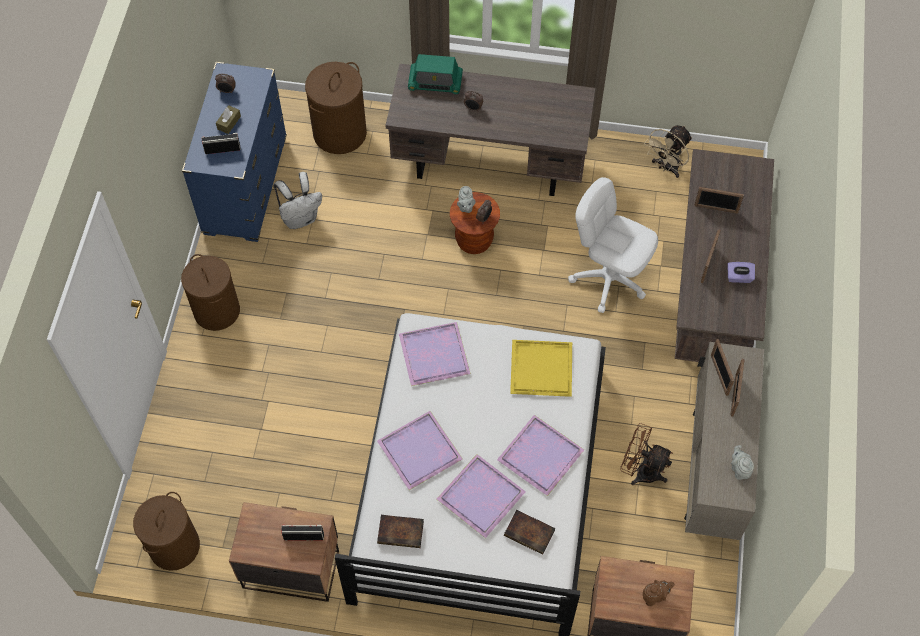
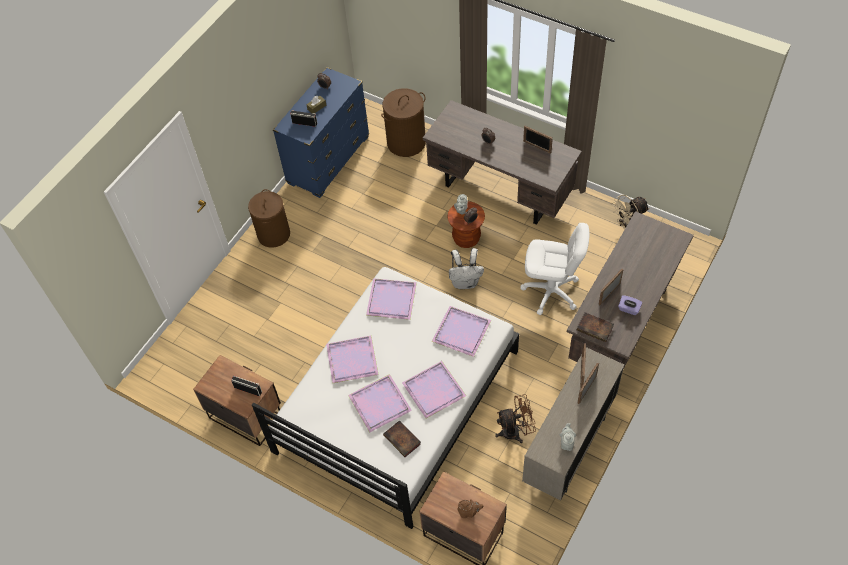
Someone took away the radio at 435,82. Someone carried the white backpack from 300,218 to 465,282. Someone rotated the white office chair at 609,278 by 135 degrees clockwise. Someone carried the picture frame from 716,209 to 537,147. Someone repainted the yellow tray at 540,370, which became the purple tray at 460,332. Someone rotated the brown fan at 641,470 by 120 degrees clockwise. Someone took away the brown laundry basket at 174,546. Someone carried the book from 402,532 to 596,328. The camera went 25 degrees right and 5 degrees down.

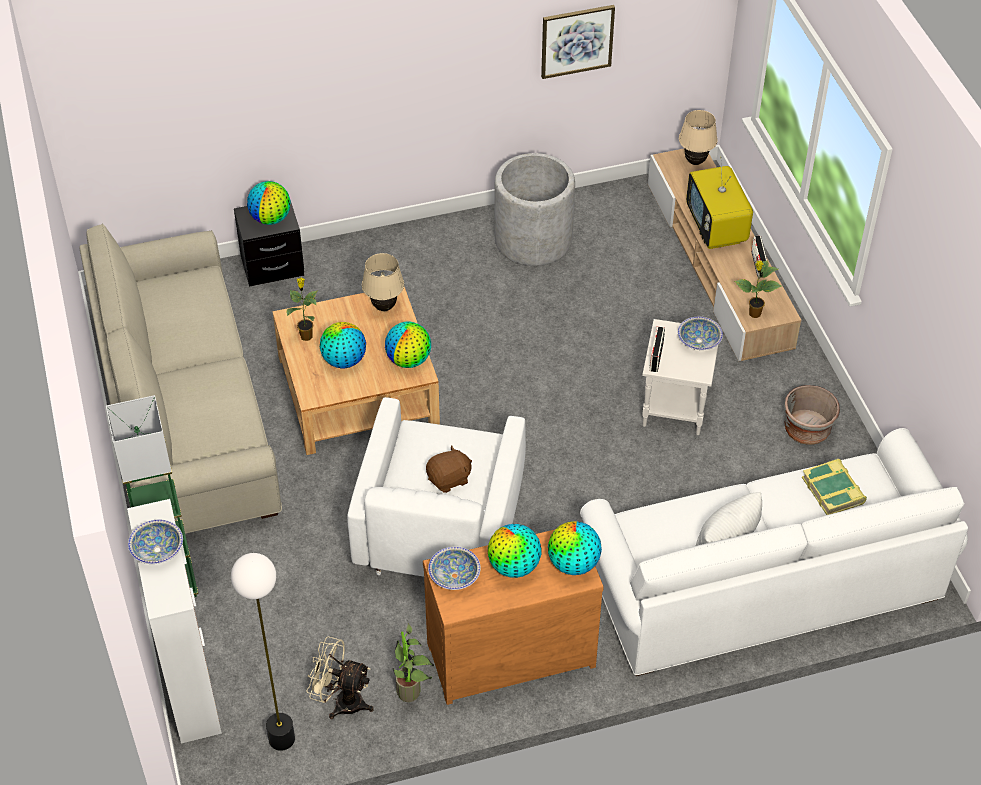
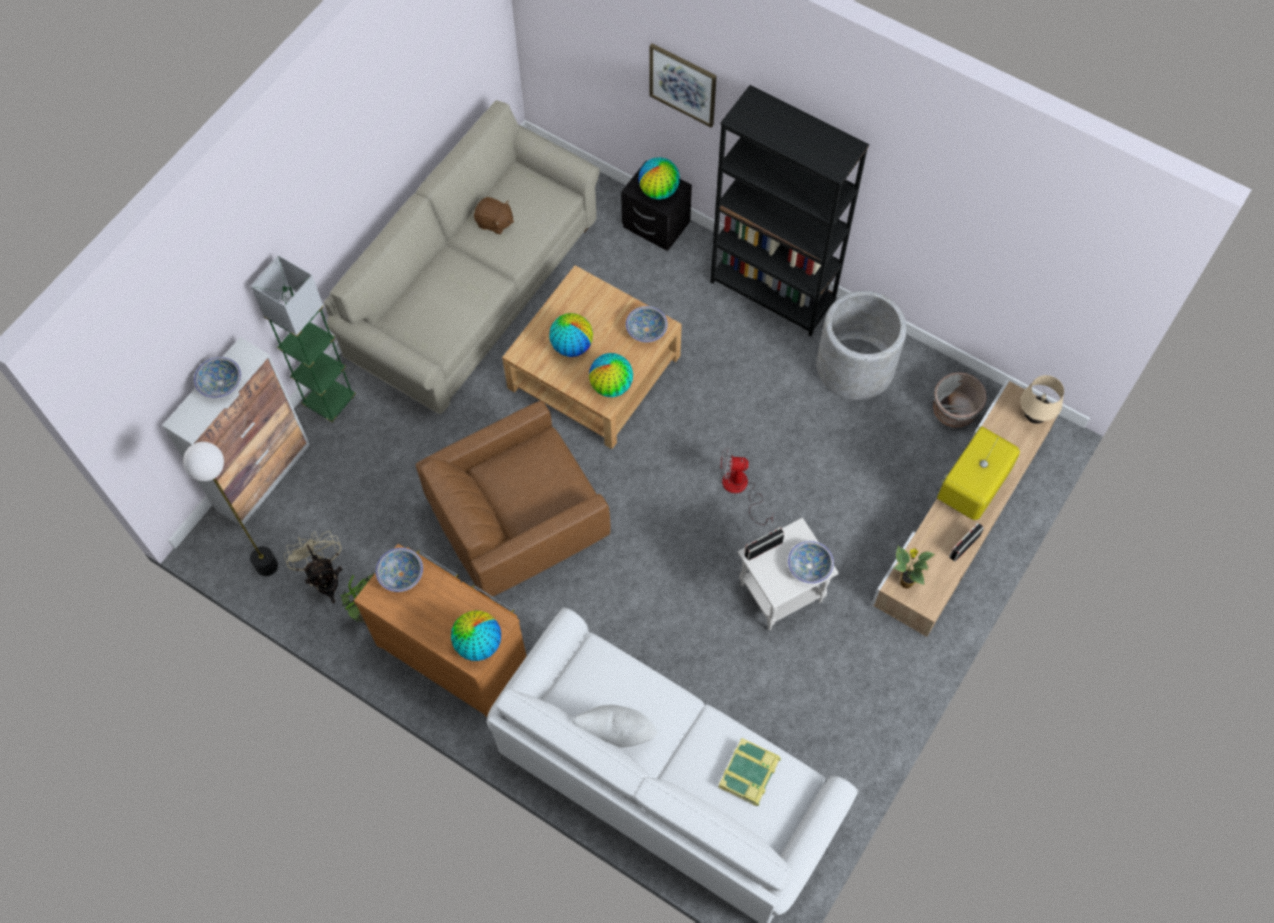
Someone carried the picture from 577,41 to 683,84. Someone swapped the beige table lamp at 384,307 for the bowl at 646,329. Someone took away the potted plant at 306,335. Someone carried the grey planter from 806,429 to 954,410. Someone repainted the white armchair at 439,530, which became the brown armchair at 518,524. Someone carried the brown plush toy from 449,479 to 494,223. Someone took away the globe at 514,566. Someone put down the black bookcase at 772,292. Someone put down the fan at 740,489. The camera went 50 degrees right and 15 degrees up.

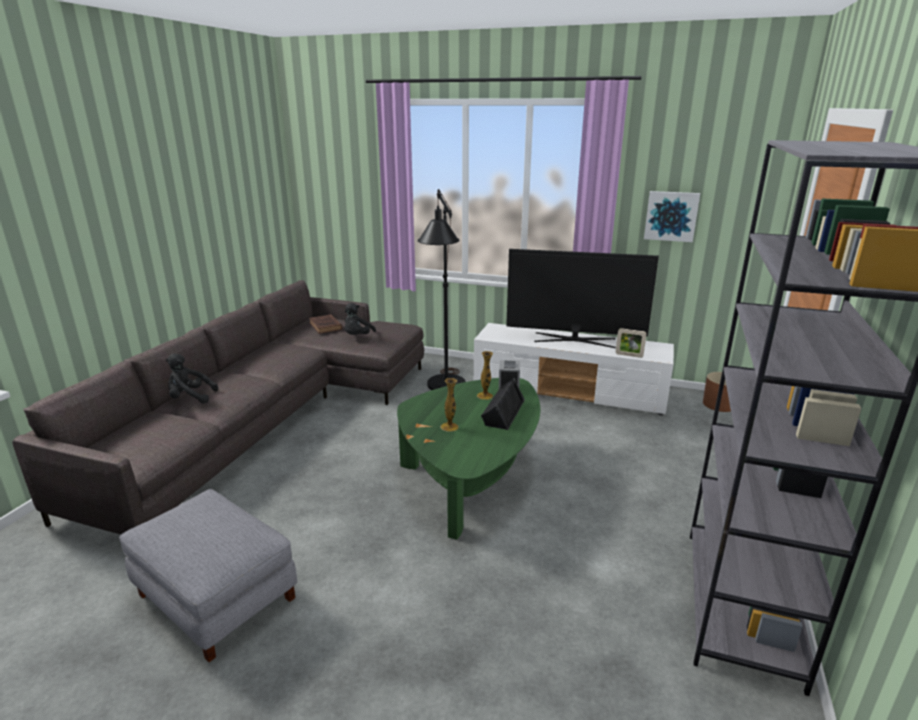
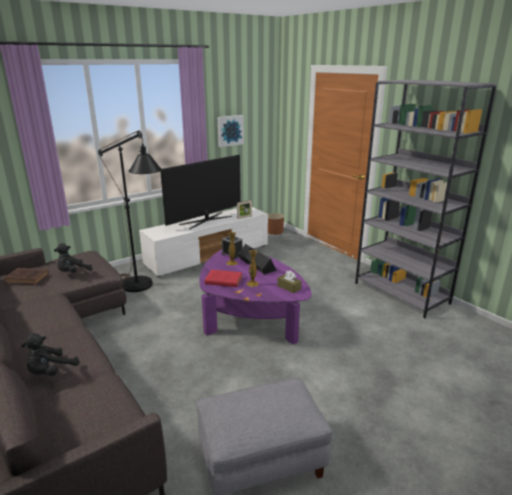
Someone rotated the black plush toy at 357,337 by 75 degrees clockwise. Someone repainted the green coffee table at 472,478, which became the purple coffee table at 249,316. Someone put down the red book at 222,280. Someone put down the brown tissue box at 289,287. The camera went 55 degrees left and 0 degrees up.

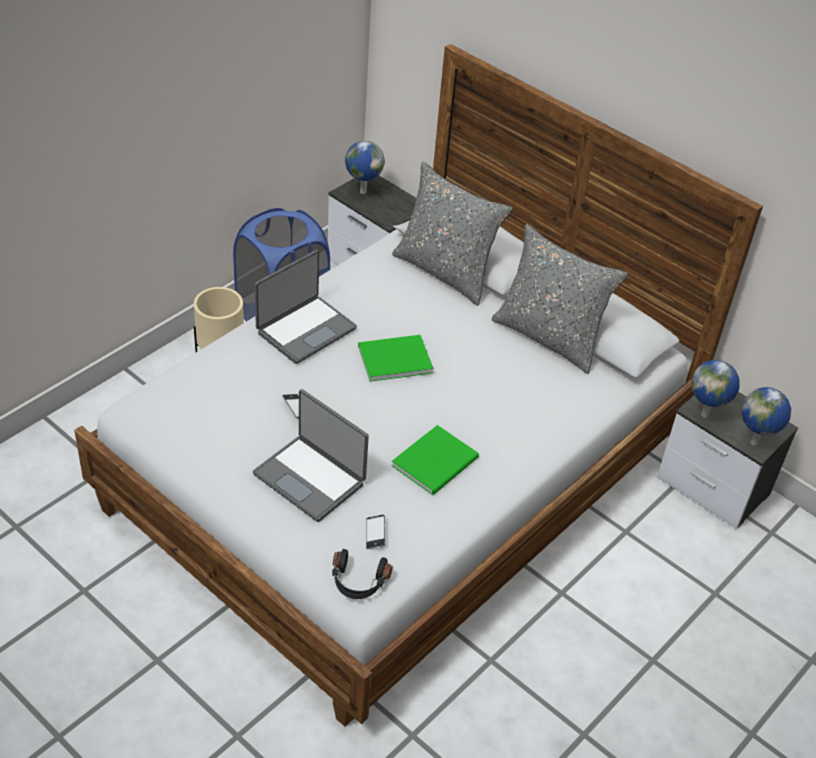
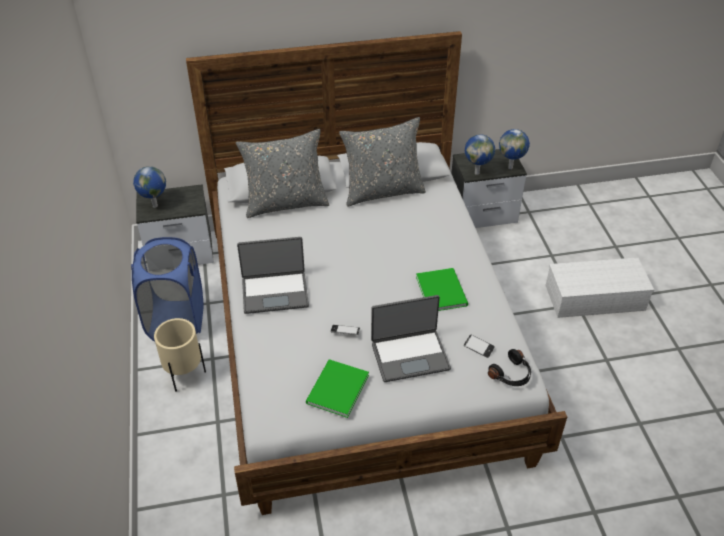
Someone rotated the laptop at 305,329 by 90 degrees clockwise. Someone carried the green book from 392,358 to 335,390. Someone put down the white storage box at 595,297. The camera went 50 degrees left and 0 degrees up.

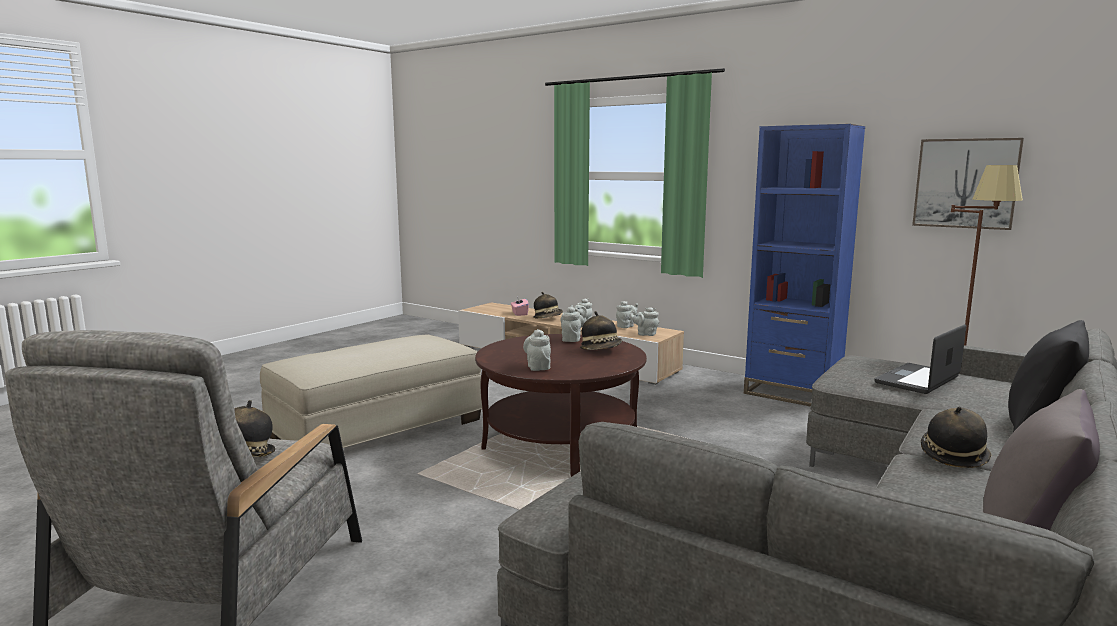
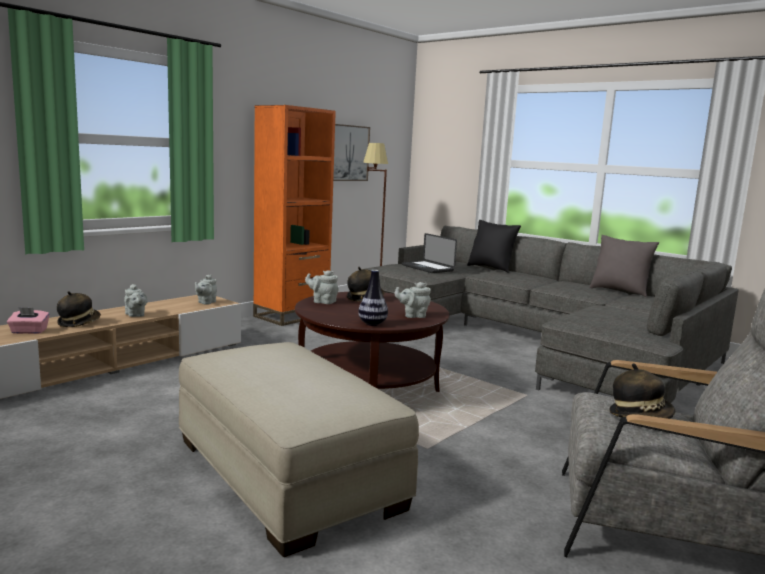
Someone repainted the blue bookcase at 792,393, which became the orange bookcase at 292,316. Someone took away the grey teapot at 626,326. Someone took away the hat at 953,456. Someone put down the vase at 372,324. The camera went 85 degrees left and 0 degrees up.

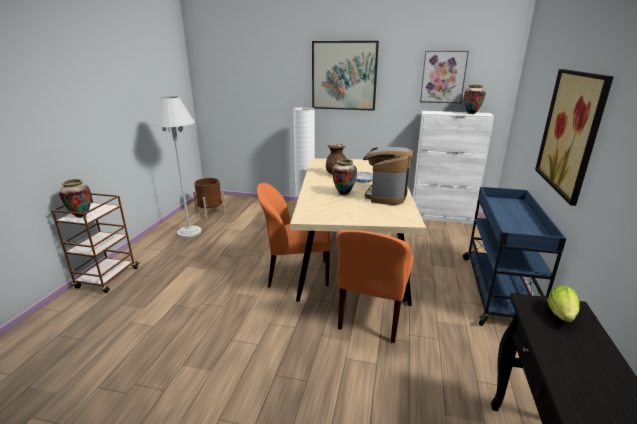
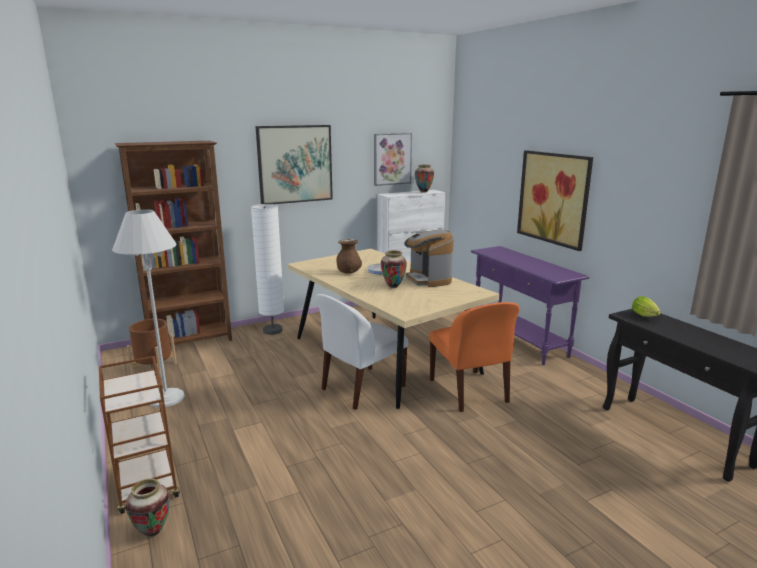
Someone carried the vase from 81,216 to 153,532. Someone repainted the orange chair at 296,273, which became the white chair at 361,388. Someone swapped the blue cart at 497,290 for the purple console table at 518,341. Someone put down the brown bookcase at 191,342. The camera went 40 degrees left and 5 degrees down.

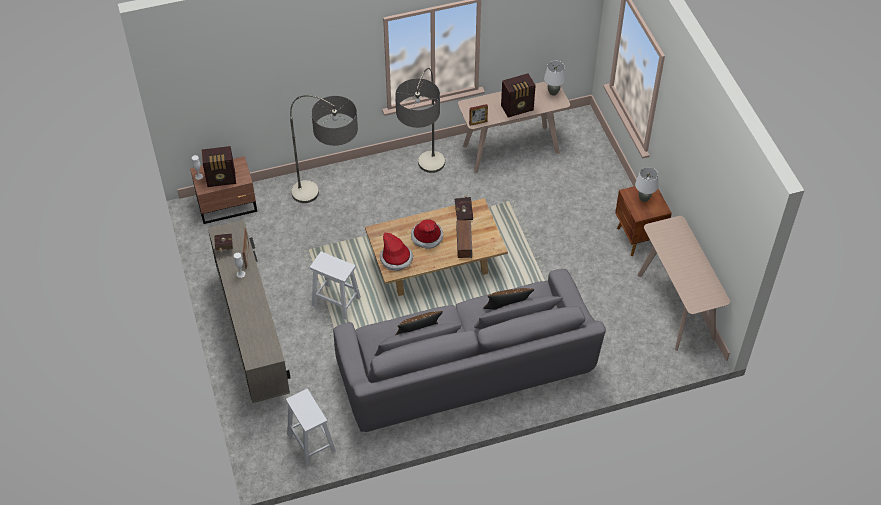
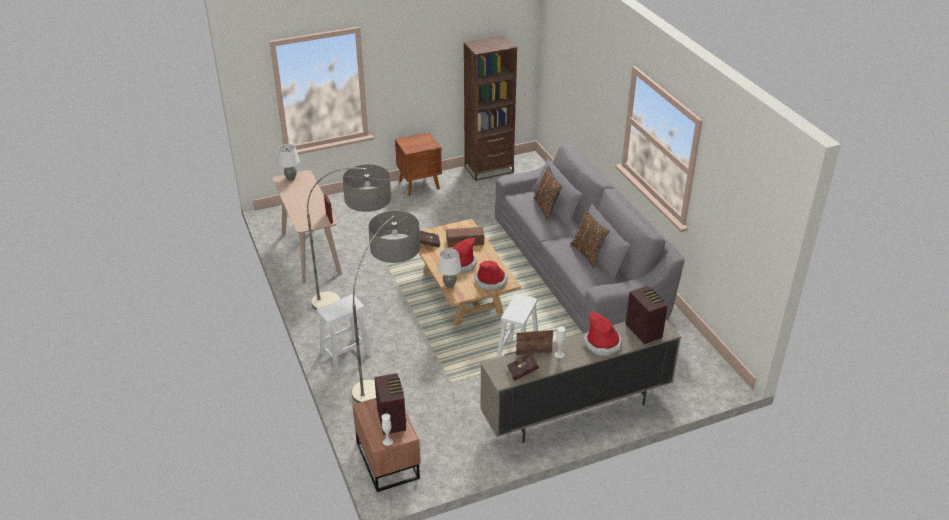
Someone carried the radio from 518,108 to 643,330. Someone carried the white table lamp from 644,199 to 449,285. Someone swapped the beige console table at 676,306 for the brown bookcase at 489,169. Someone carried the white stool from 310,442 to 344,354. Someone put down the hat at 602,344. The camera went 95 degrees left and 15 degrees down.

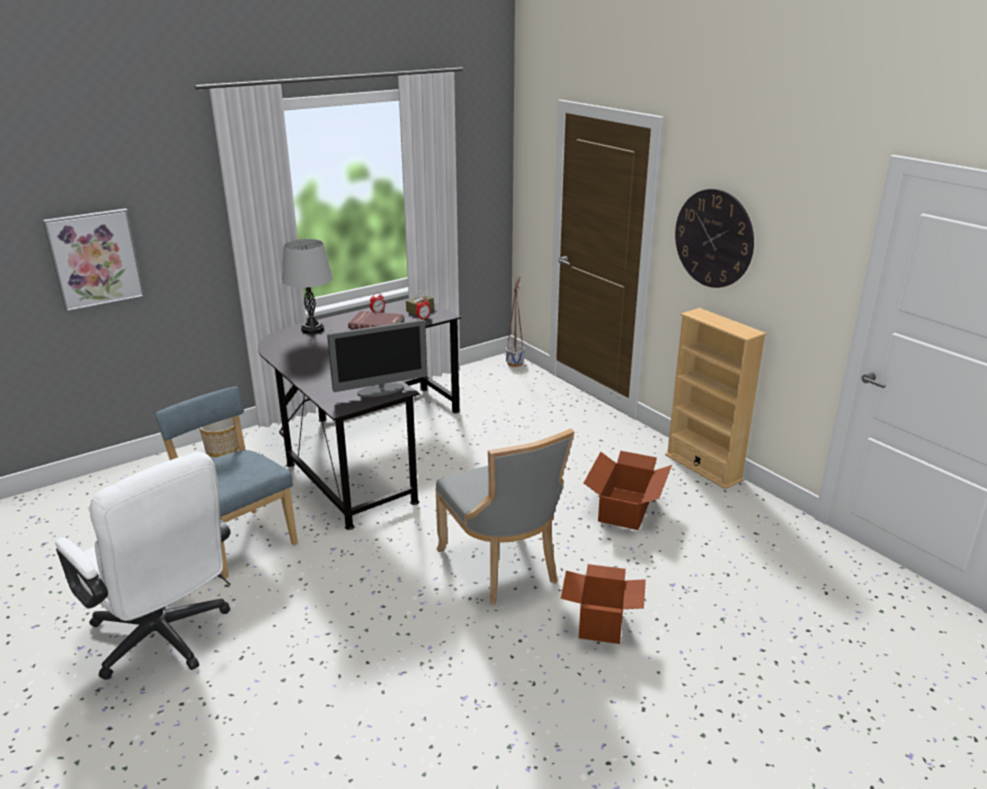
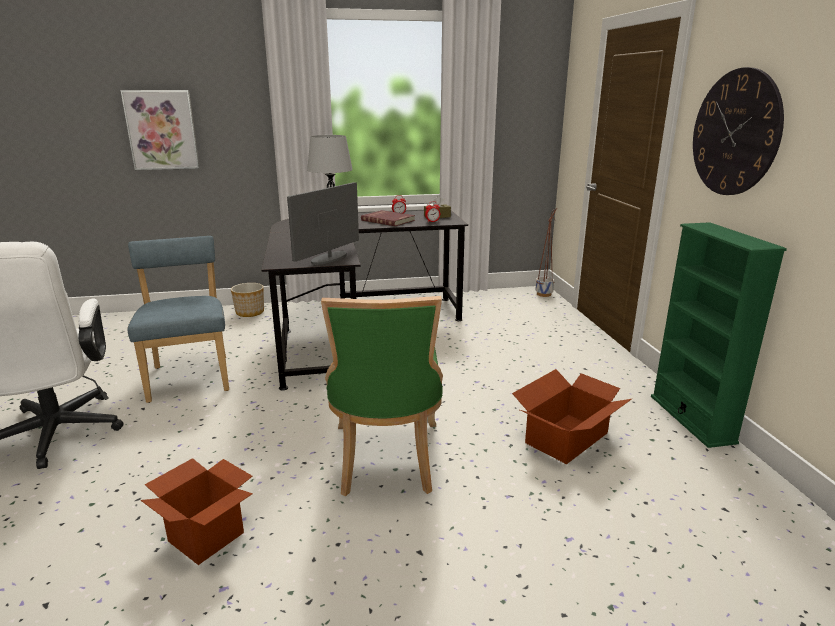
Someone repainted the beige bookcase at 703,467, which became the green bookcase at 691,419. Someone rotated the monitor at 381,391 by 120 degrees clockwise. Someone repainted the grey chair at 502,567, which became the green chair at 386,460. Someone carried the cardboard box from 601,626 to 206,537. The camera went 25 degrees right and 5 degrees down.

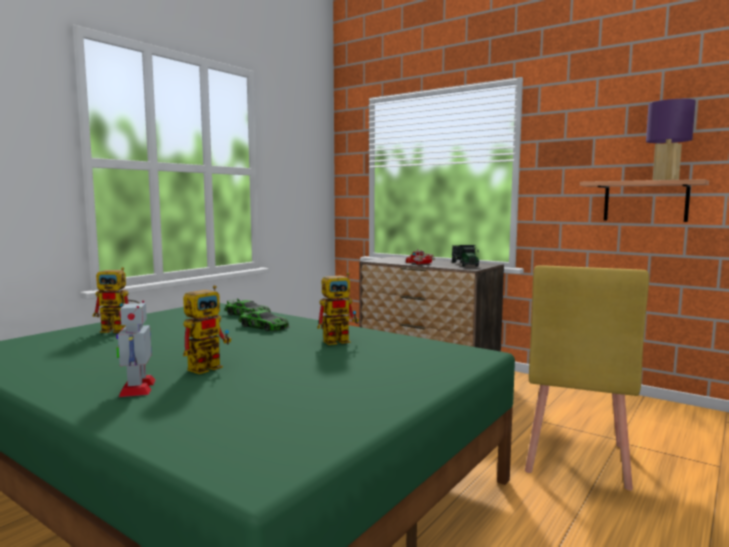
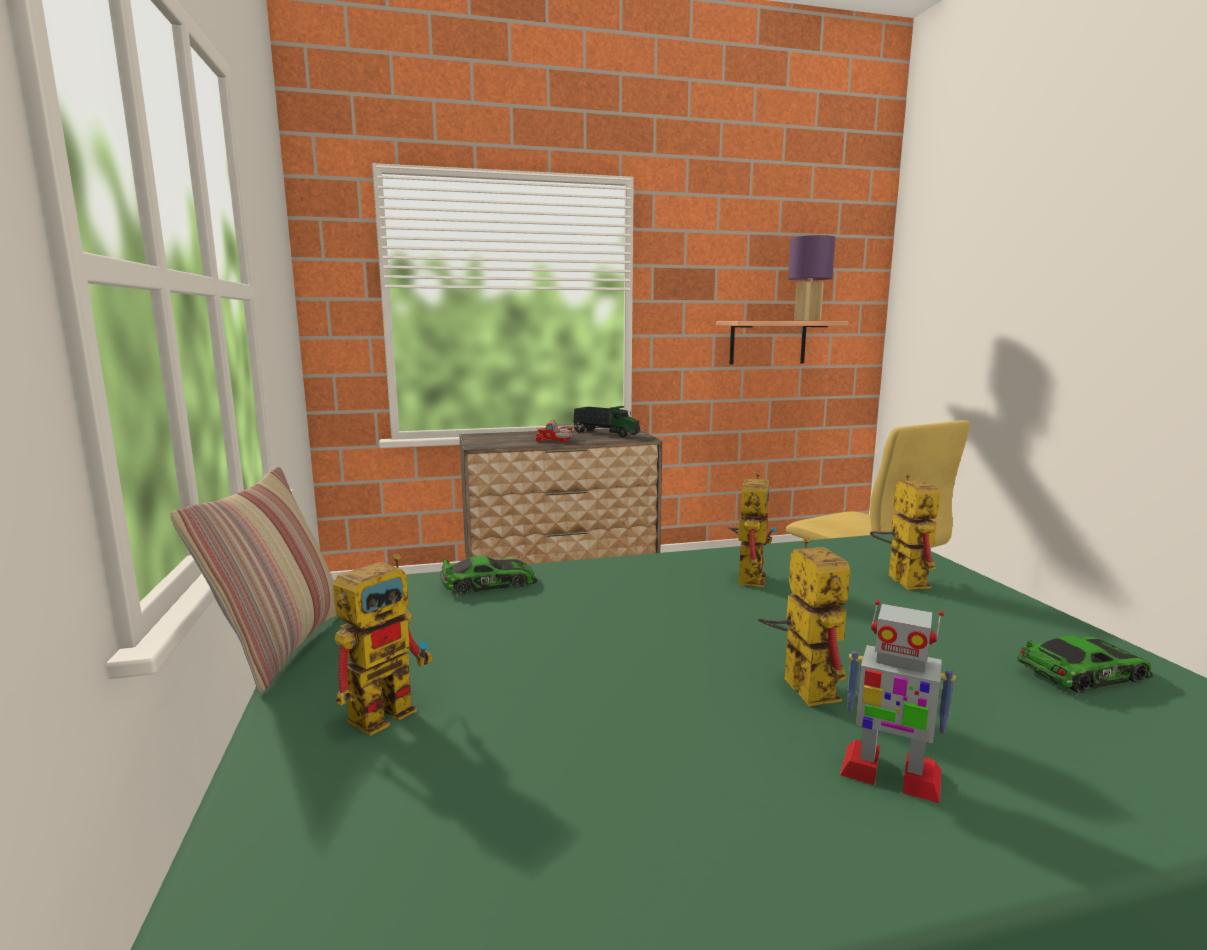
Someone carried the toy car from 264,326 to 1084,673. Someone put down the pillow at 282,645. Someone put down the toy robot at 899,578. The camera went 50 degrees left and 5 degrees up.

